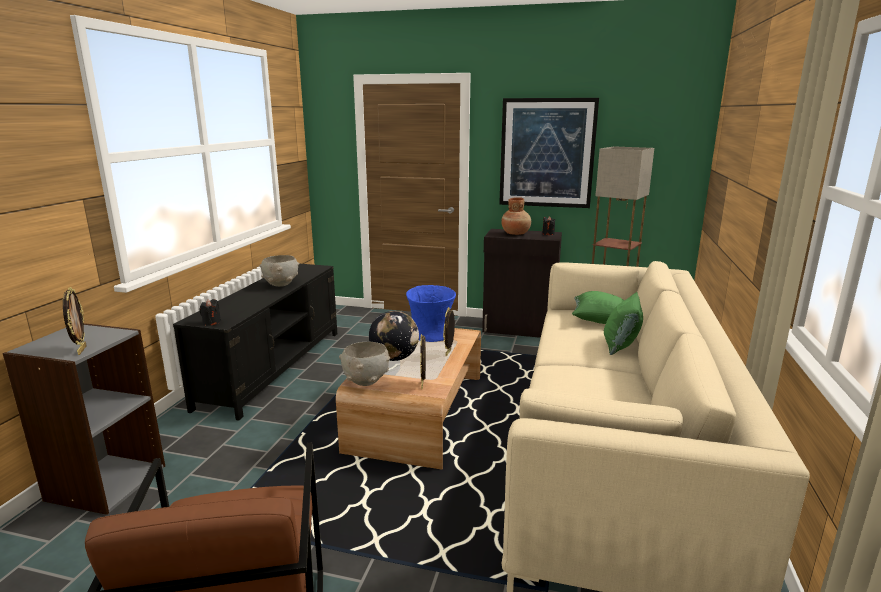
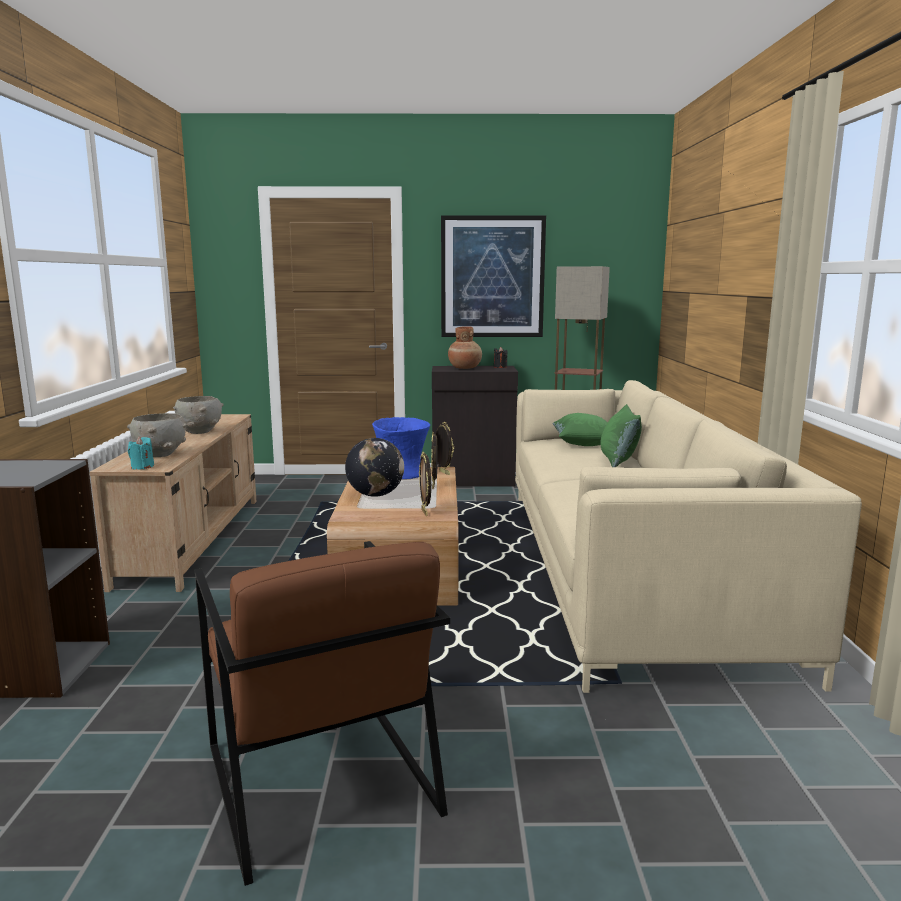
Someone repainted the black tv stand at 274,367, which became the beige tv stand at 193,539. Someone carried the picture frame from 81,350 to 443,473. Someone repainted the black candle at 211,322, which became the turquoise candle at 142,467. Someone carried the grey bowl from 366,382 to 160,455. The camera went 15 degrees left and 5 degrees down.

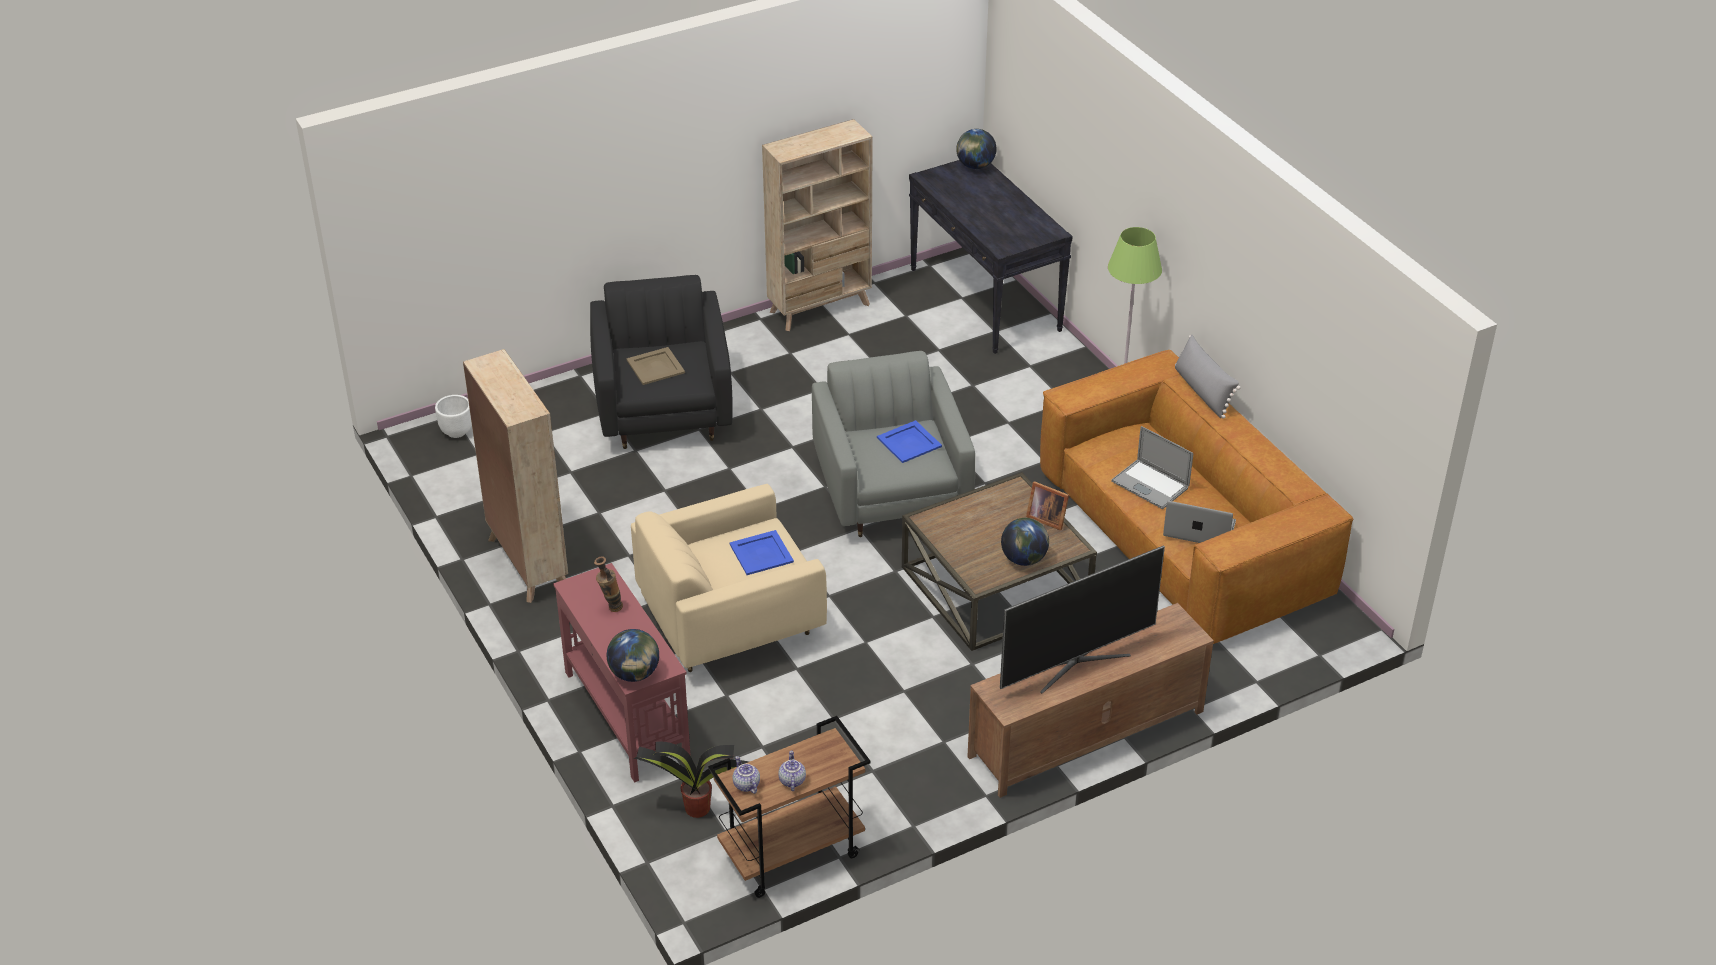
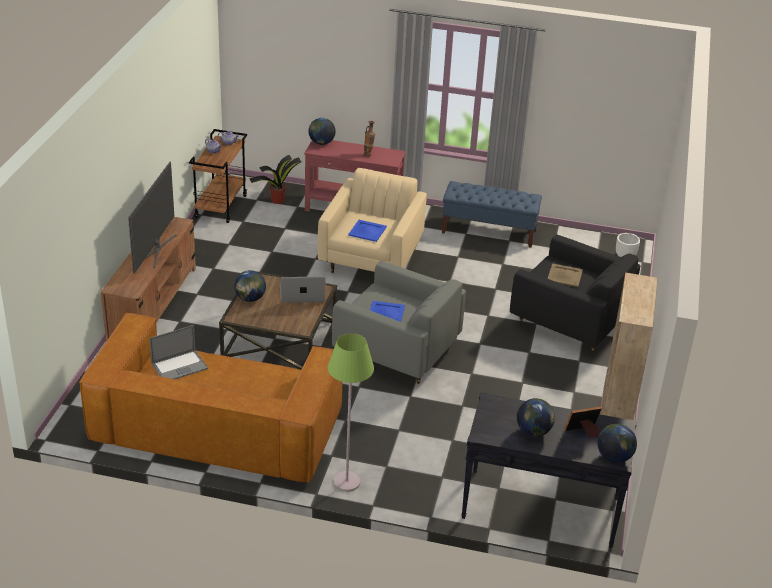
Someone took away the grey pillow at 1202,392. Someone swapped the beige bookcase at 528,563 for the blue bench at 489,231. Someone carried the laptop from 1150,484 to 302,294. Someone carried the picture frame from 1046,518 to 583,432. Someone put down the globe at 533,431. The camera went 130 degrees right and 5 degrees down.

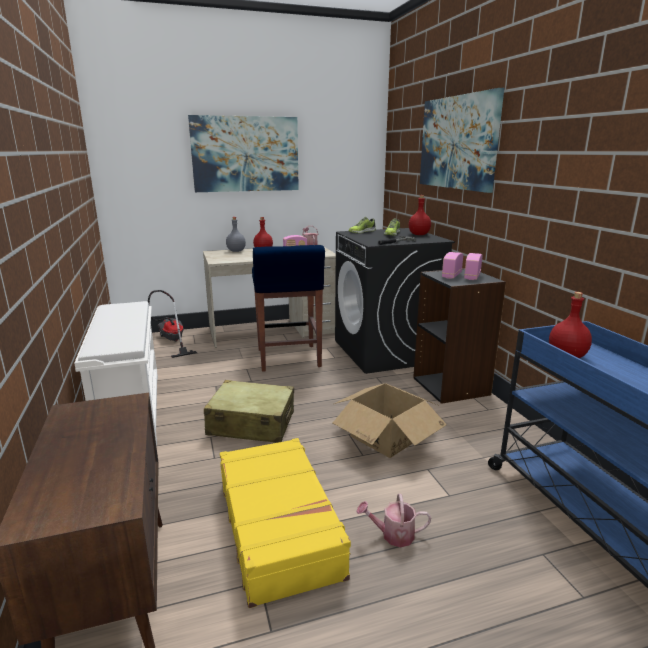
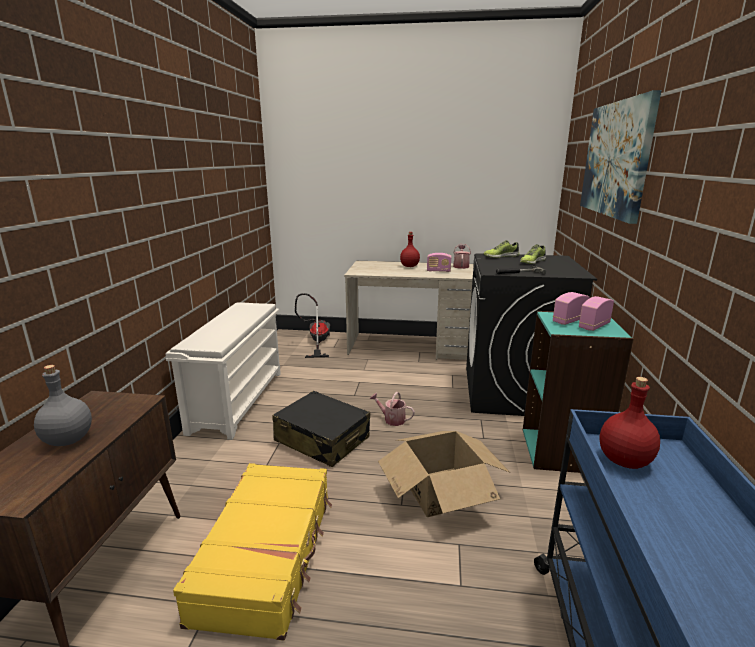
Someone took away the picture at 245,154. Someone took away the red bottle at 419,234. Someone carried the grey bottle from 236,251 to 67,440. Someone took away the blue stool at 288,358. Someone repainted the black bookcase at 451,386, which became the turquoise bookcase at 562,451. Someone repainted the beige suitcase at 251,424, which became the black suitcase at 322,439. Someone carried the watering can from 393,535 to 391,419. The camera went 25 degrees right and 0 degrees up.

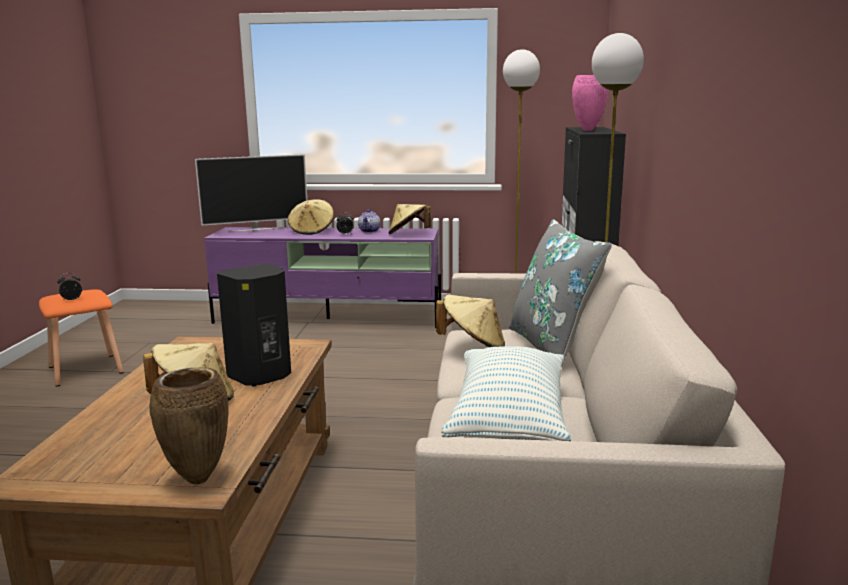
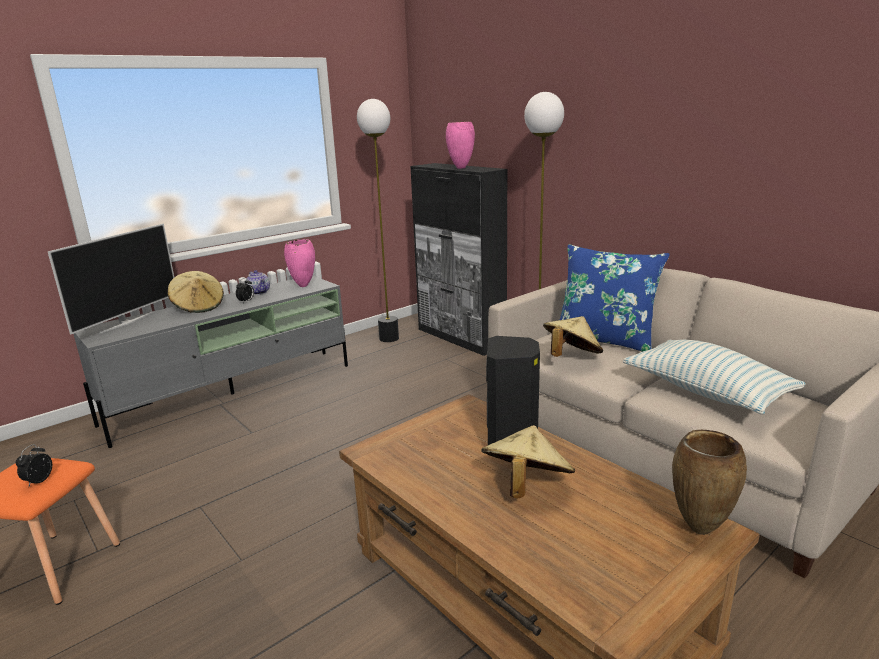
Someone swapped the beige hat at 408,234 for the pink vase at 304,286. Someone repainted the grey pillow at 552,347, which became the blue pillow at 605,340. Someone repainted the purple tv stand at 329,318, which became the grey tv stand at 234,393. The camera went 45 degrees left and 5 degrees up.

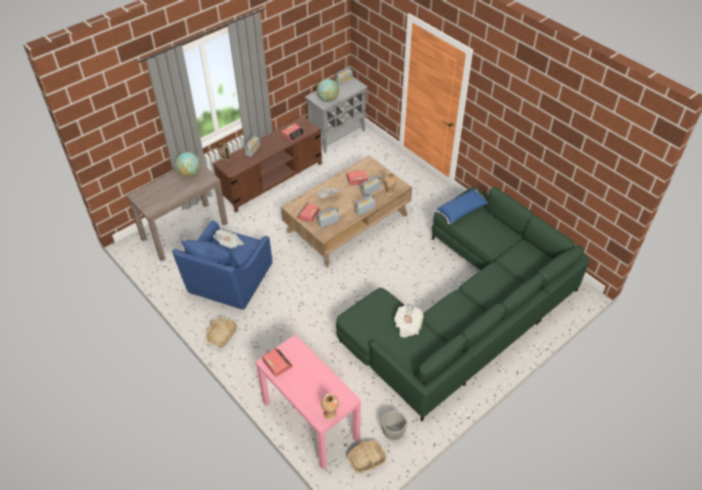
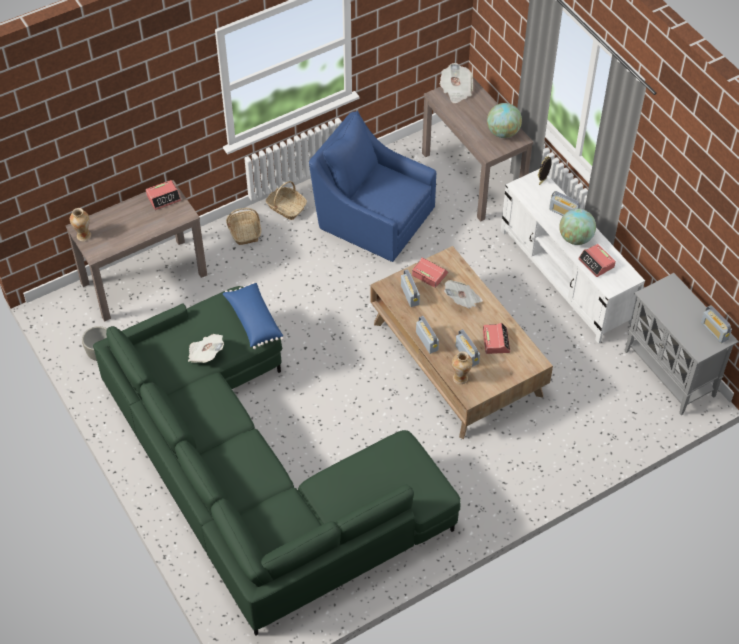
Someone carried the globe from 328,99 to 575,238. Someone repainted the brown tv stand at 272,180, which became the white tv stand at 565,277. Someone carried the blue pillow from 462,211 to 253,321. Someone carried the newspaper from 229,244 to 456,90. Someone repainted the pink console table at 310,420, which became the brown console table at 144,278. Someone carried the basket from 366,460 to 245,232. The camera went 100 degrees right and 5 degrees up.

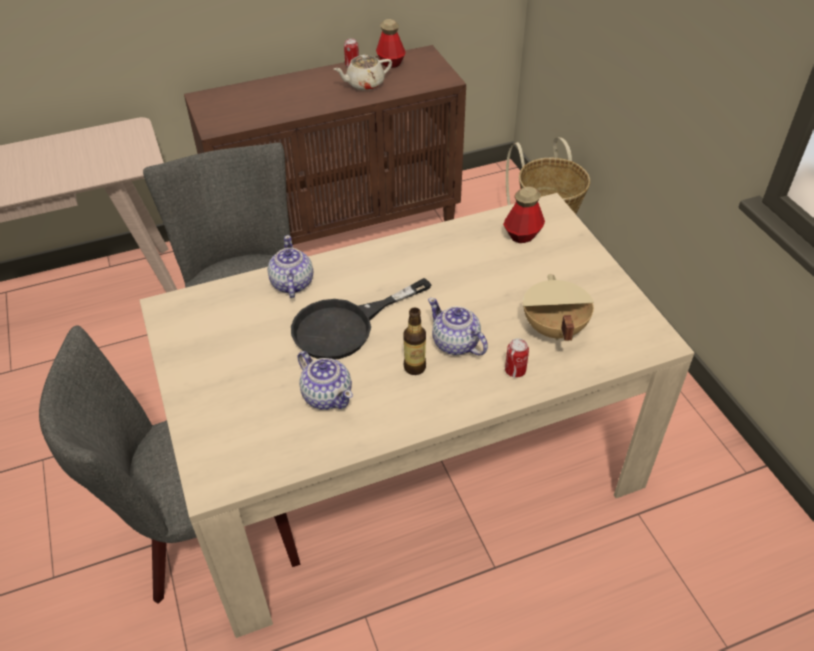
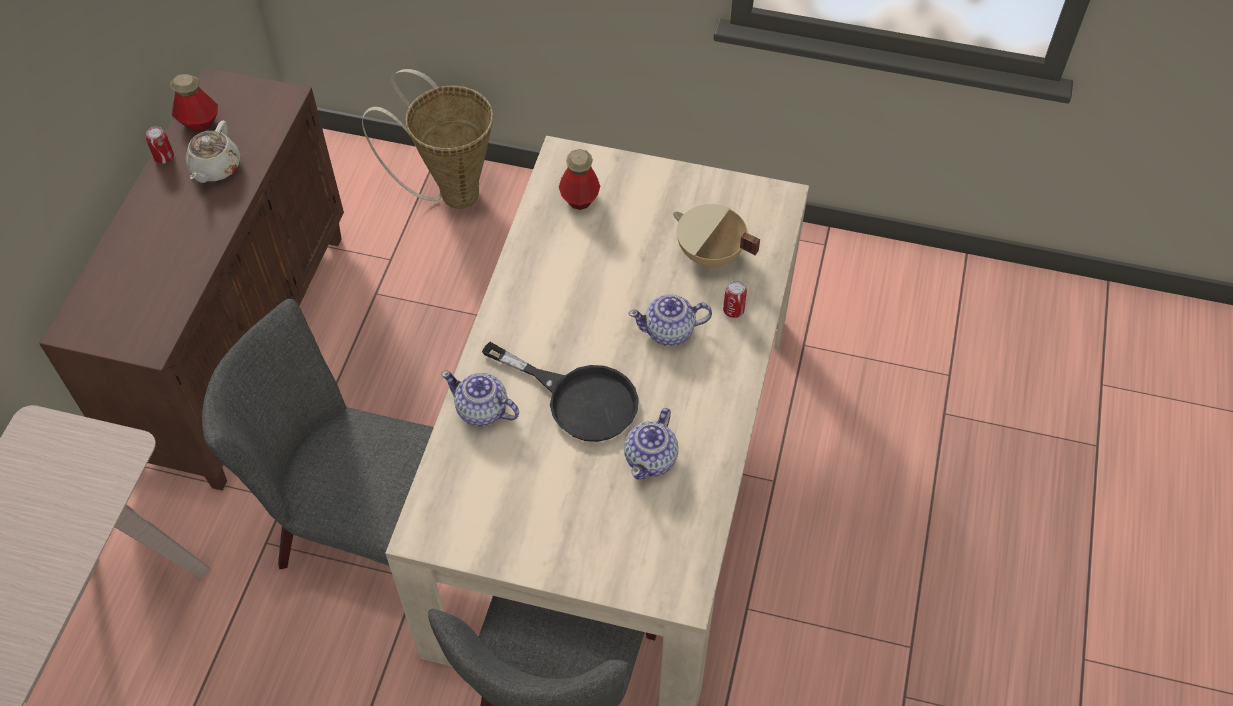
Someone rotated the black frying pan at 346,326 by 60 degrees counterclockwise. Someone took away the bottle at 415,367. Someone rotated the teapot at 327,395 by 120 degrees clockwise. The camera went 55 degrees left and 10 degrees up.

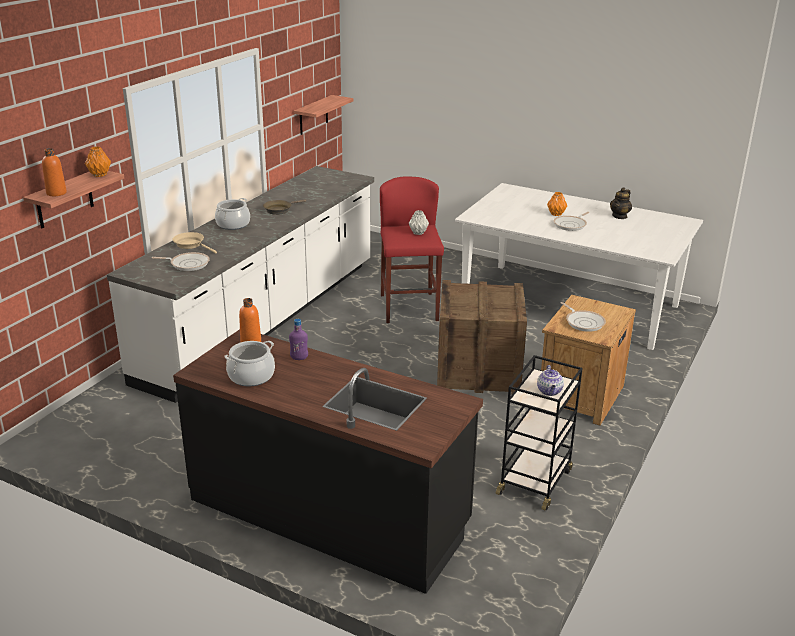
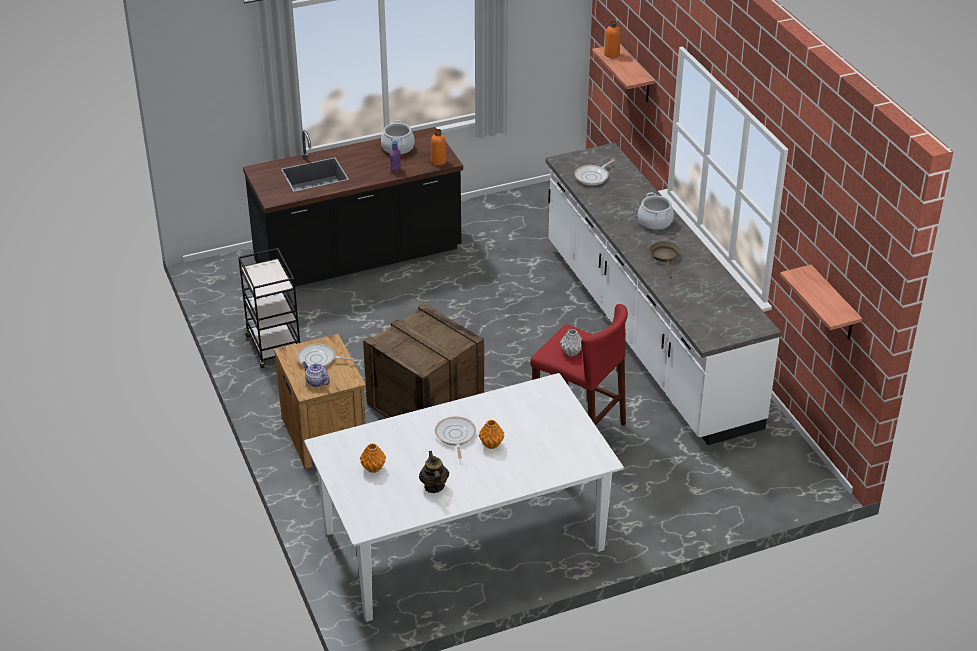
Someone carried the orange vase from 100,175 to 373,468. Someone took away the beige frying pan at 191,245. Someone carried the teapot from 550,391 to 316,382. The camera went 130 degrees right and 10 degrees up.

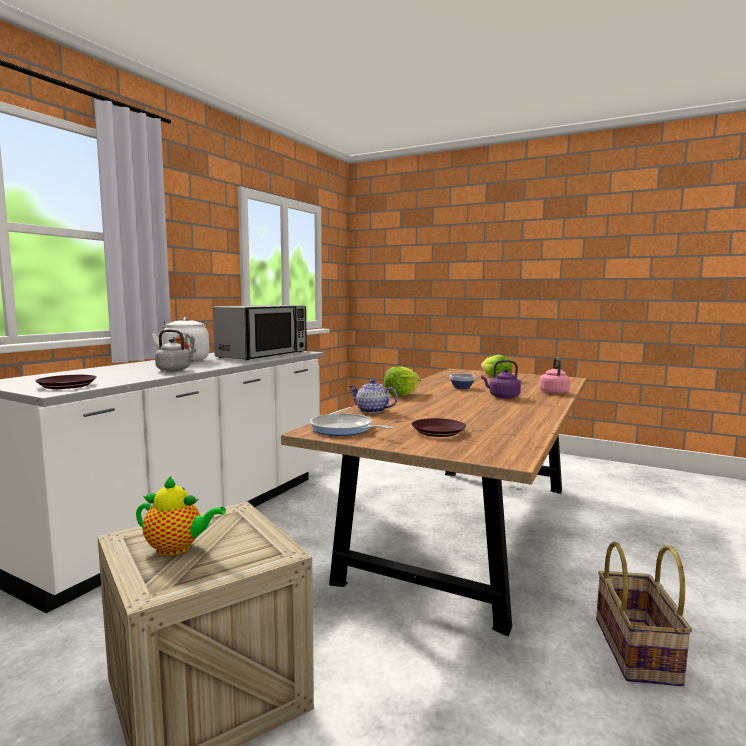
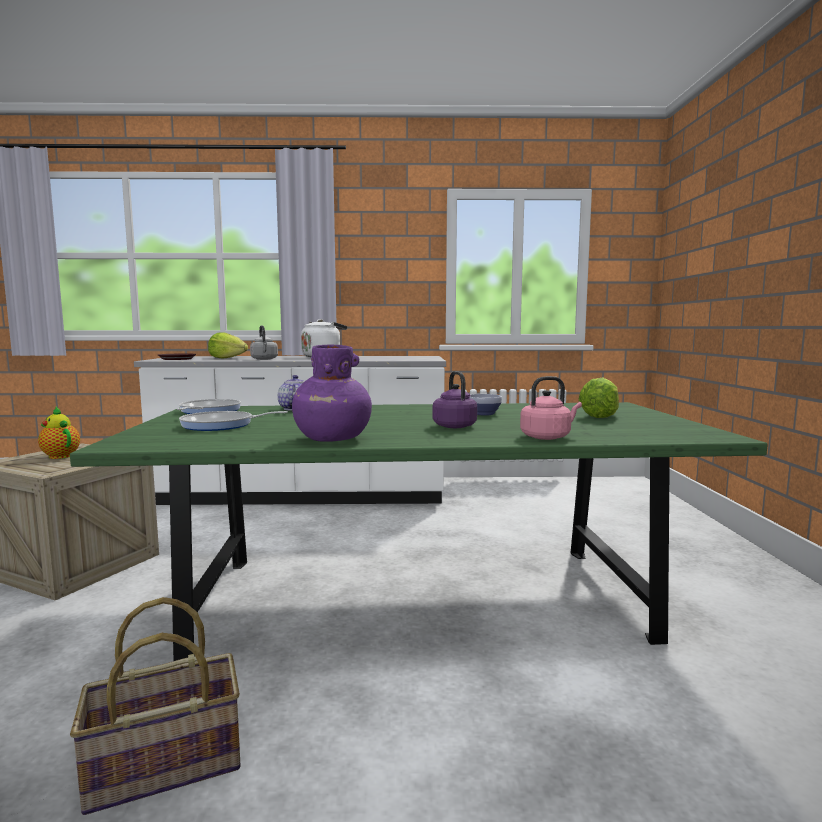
Someone took away the microwave at 263,354. Someone carried the lettuce from 401,394 to 227,358. Someone repainted the brown dining table at 469,528, which became the green dining table at 419,597. Someone swapped the brown plate at 438,431 for the frying pan at 221,425. Someone rotated the teapot at 177,548 by 150 degrees clockwise. Someone put down the purple vase at 332,439. The camera went 60 degrees right and 0 degrees up.

